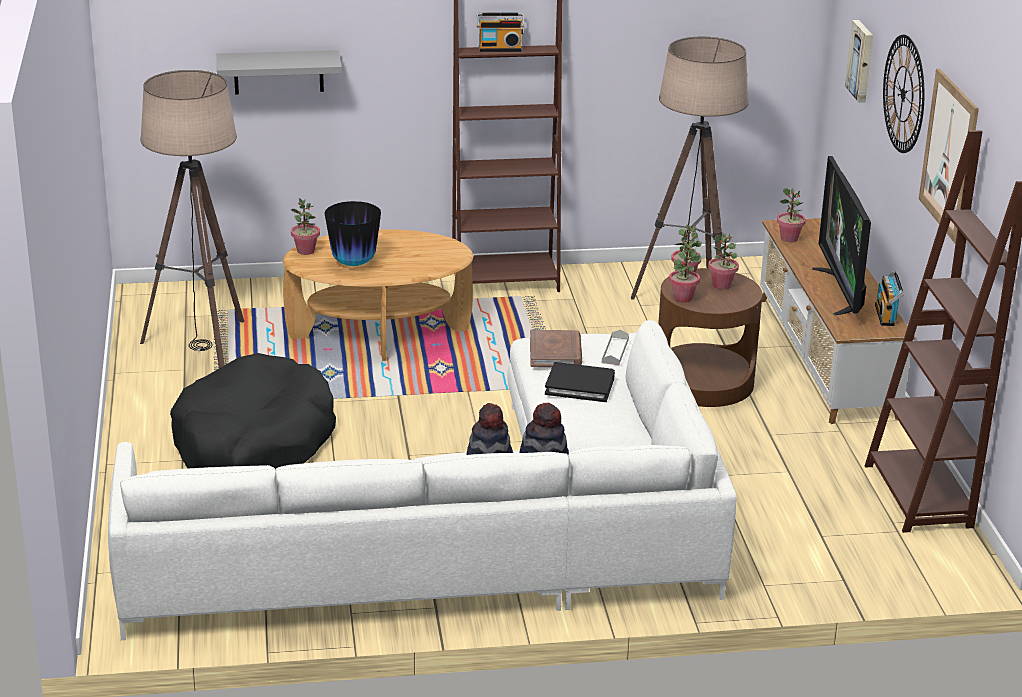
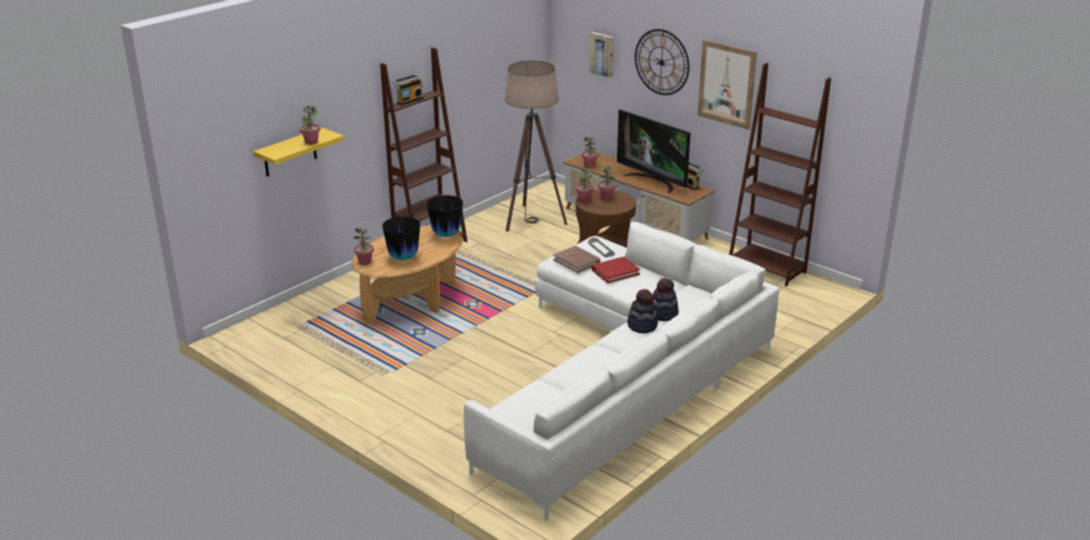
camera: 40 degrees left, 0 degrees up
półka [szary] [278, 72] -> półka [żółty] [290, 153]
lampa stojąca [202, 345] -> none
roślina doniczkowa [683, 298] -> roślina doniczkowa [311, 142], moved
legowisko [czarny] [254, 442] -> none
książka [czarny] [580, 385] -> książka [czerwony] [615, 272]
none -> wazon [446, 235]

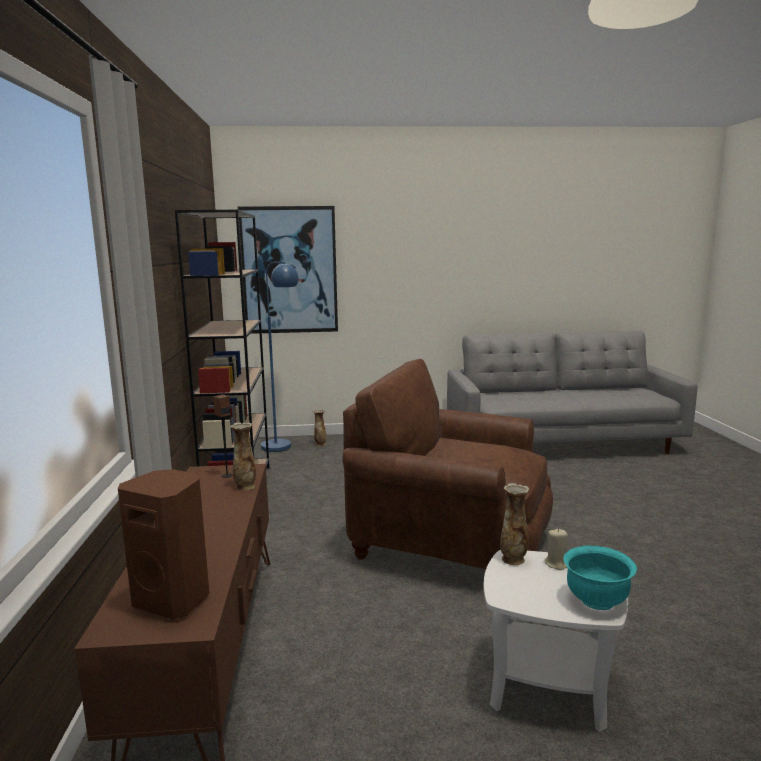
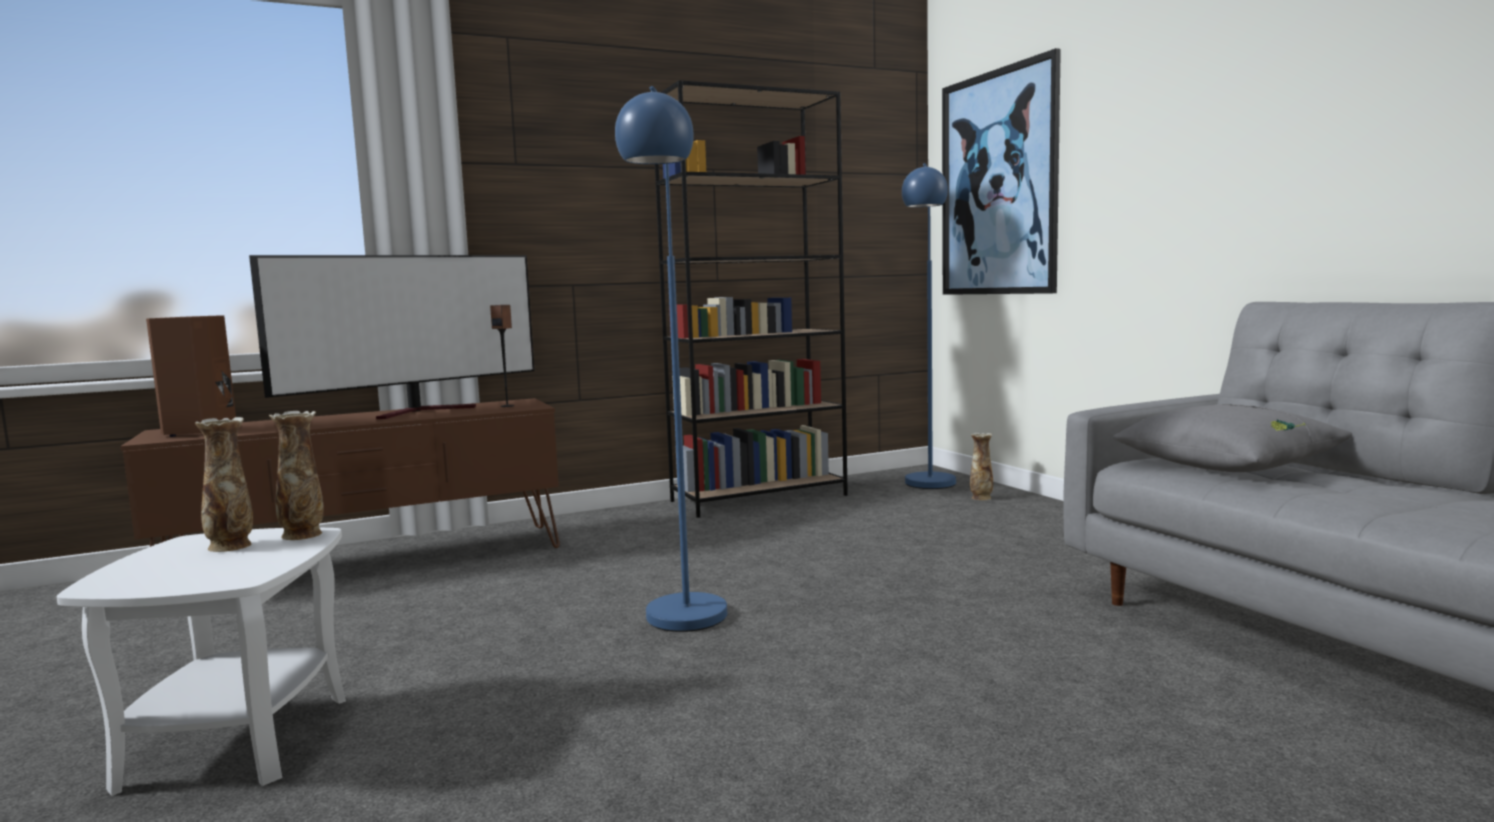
camera: 70 degrees right, 5 degrees down
fotel [brązowy] [452, 541] -> lampa stojąca [niebieski] [684, 626]
wazon [245, 486] -> wazon [231, 546], moved
świeca [beżowy] [556, 564] -> none
miska [turkusowy] [596, 600] -> none
none -> telewizor [424, 411]
none -> poduszka [szary] [1227, 467]

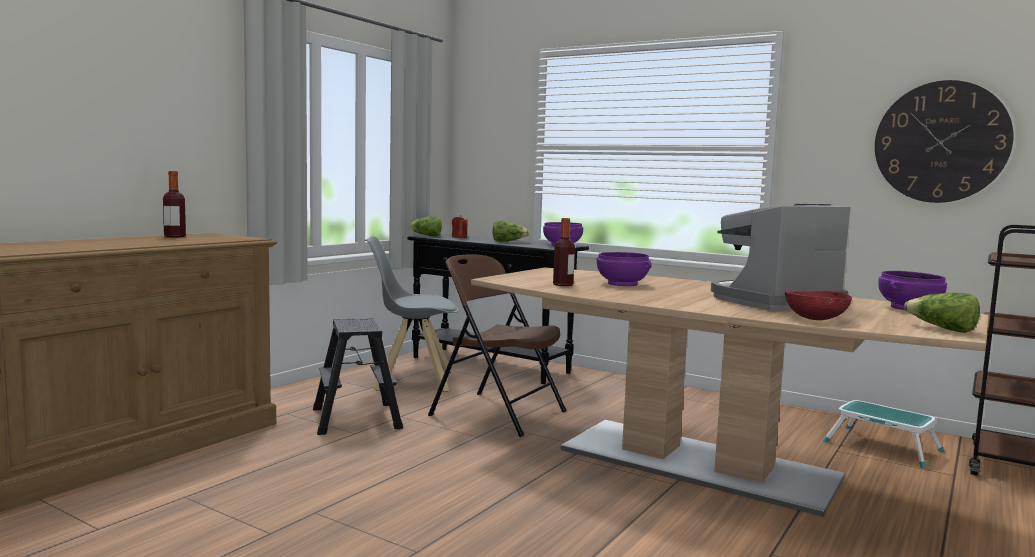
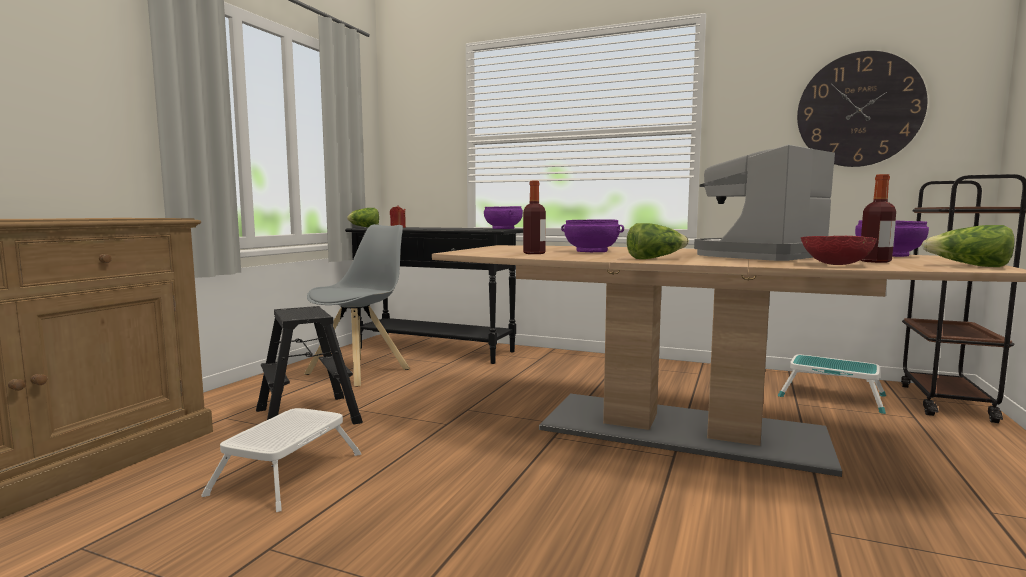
camera: 10 degrees left, 0 degrees up
butelka [174, 236] -> butelka [875, 261], moved
sałata [508, 242] -> sałata [654, 258], moved
krzesło [szary] [411, 380] -> krzesło [szary] [360, 370], 135 degrees clockwise
krzesło [brązowy] [498, 413] -> none
none -> drabinka [biały] [288, 473]

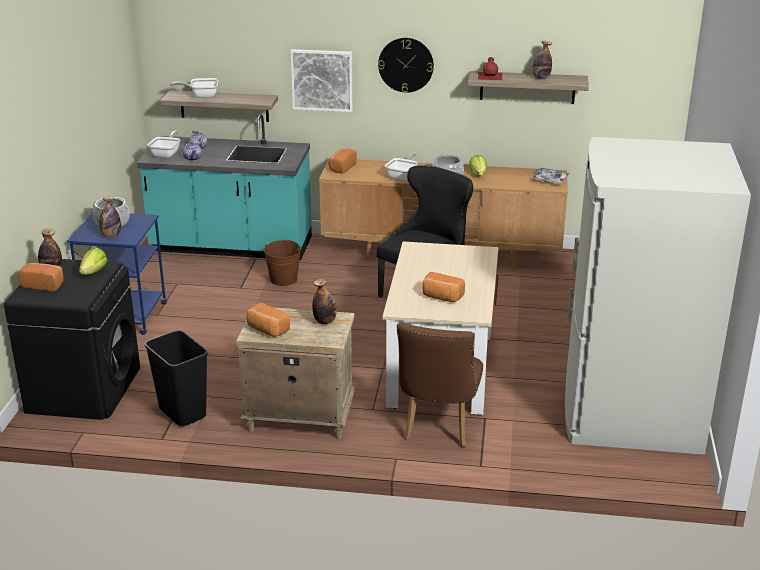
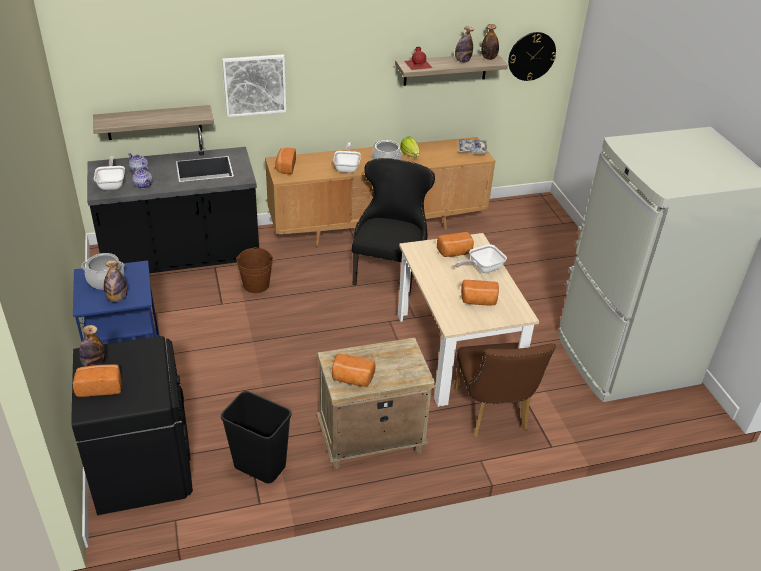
camera: 25 degrees left, 10 degrees up
zegar ścienny [406, 65] -> zegar ścienny [531, 56], moved
patelnia [201, 96] -> patelnia [482, 268], moved
zabudowa kuchenna [turkusowy] [231, 246] -> zabudowa kuchenna [czarny] [182, 257]
sałata [94, 272] -> none
butelka [325, 321] -> butelka [489, 58], moved
none -> chleb [455, 252]

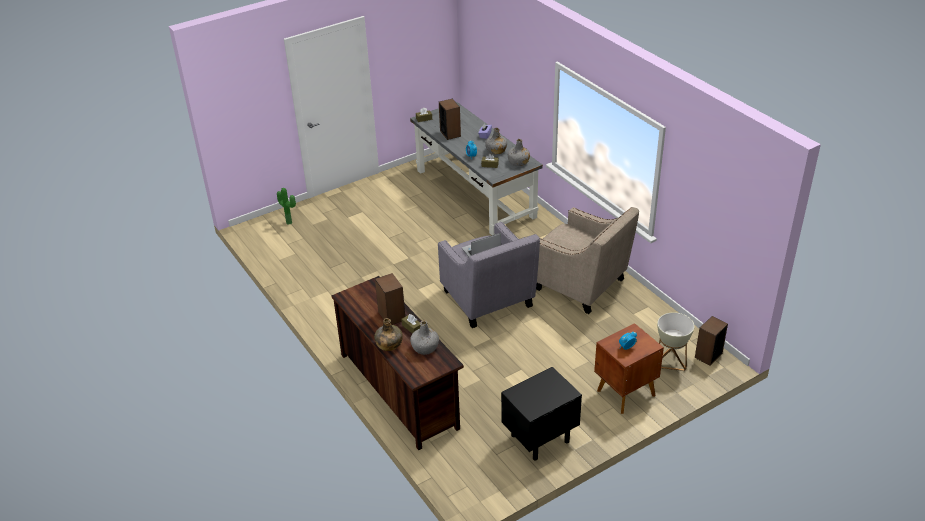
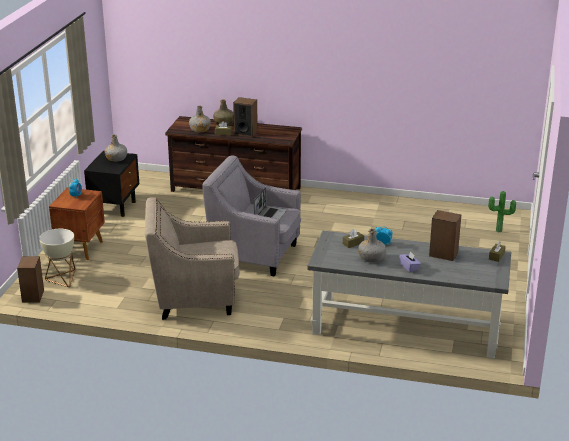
camera: 135 degrees right, 10 degrees down
butelka [szary] [518, 162] -> butelka [szary] [116, 158], moved

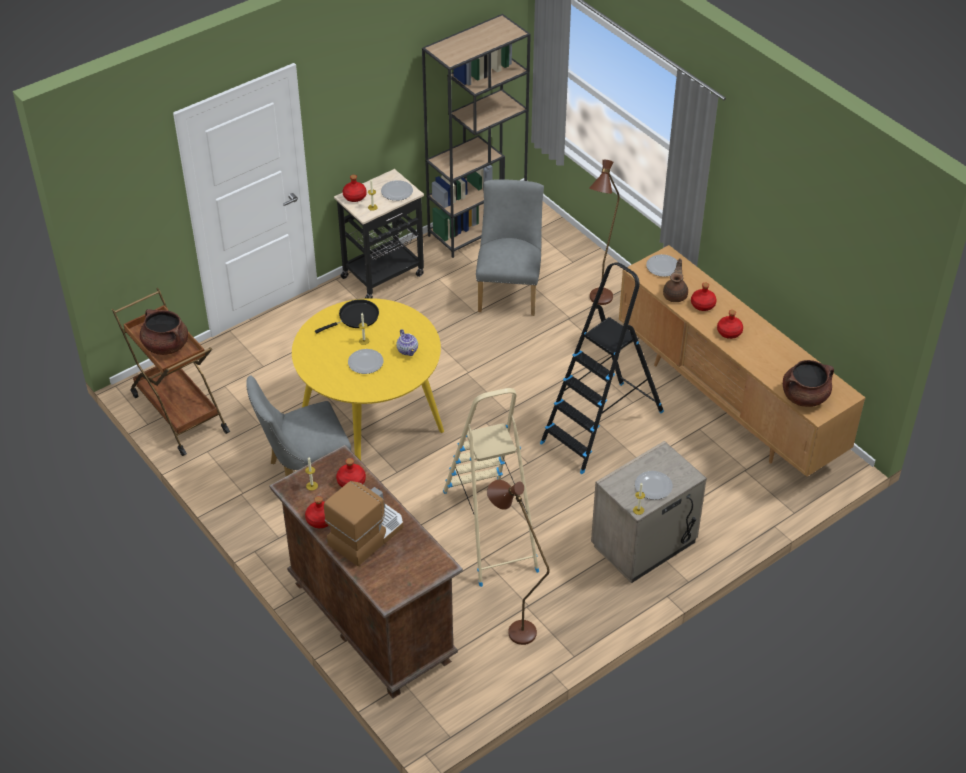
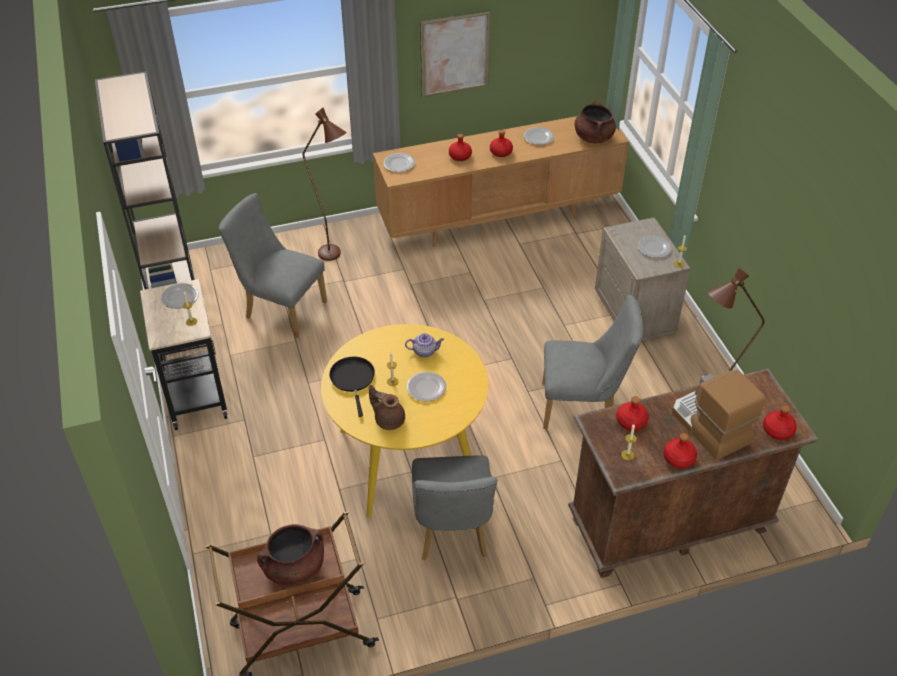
camera: 70 degrees left, 0 degrees up
butelka [czerwony] [355, 196] -> butelka [czerwony] [777, 430], moved
imbryk [brązowy] [675, 295] -> imbryk [brązowy] [388, 419], moved
drabinka [czarny] [602, 427] -> none
drabinka [beżowy] [489, 529] -> krzesło [szary] [583, 407]
none -> obraz [455, 54]
none -> talerz [539, 137]

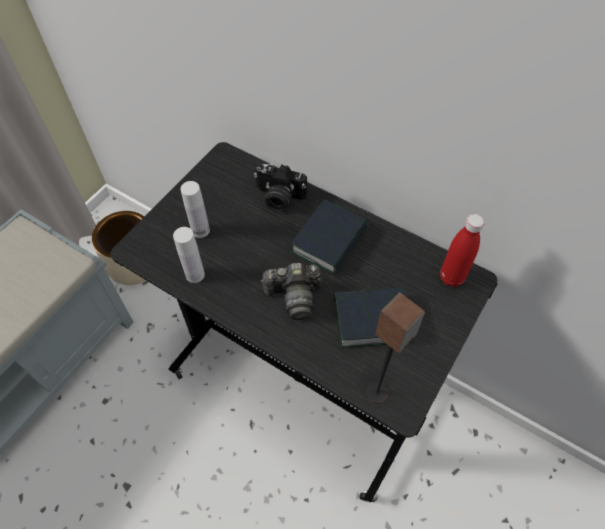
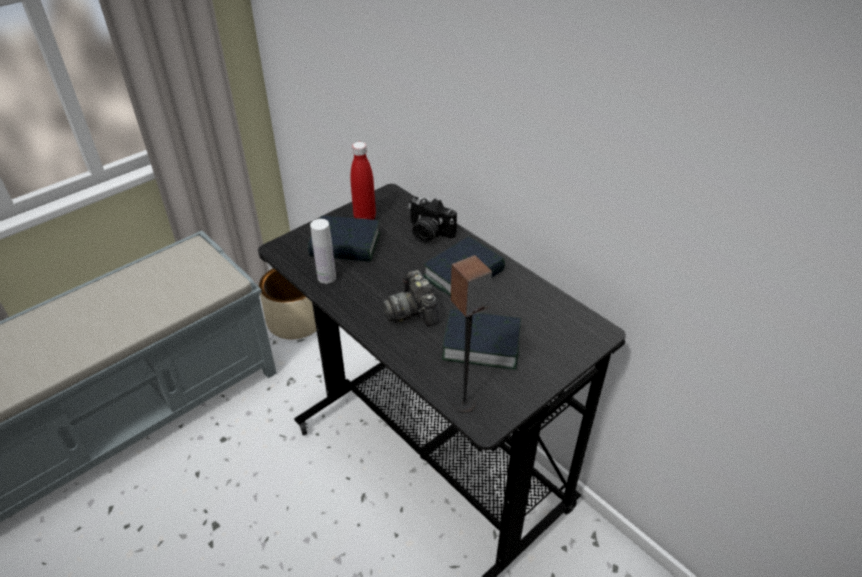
camera: 15 degrees right, 15 degrees down
butelka [biały] [200, 230] -> książka [345, 245]
butelka [czerwony] [451, 277] -> butelka [czerwony] [365, 218], moved
aparat fotograficzny [294, 296] -> aparat fotograficzny [412, 311], 60 degrees clockwise

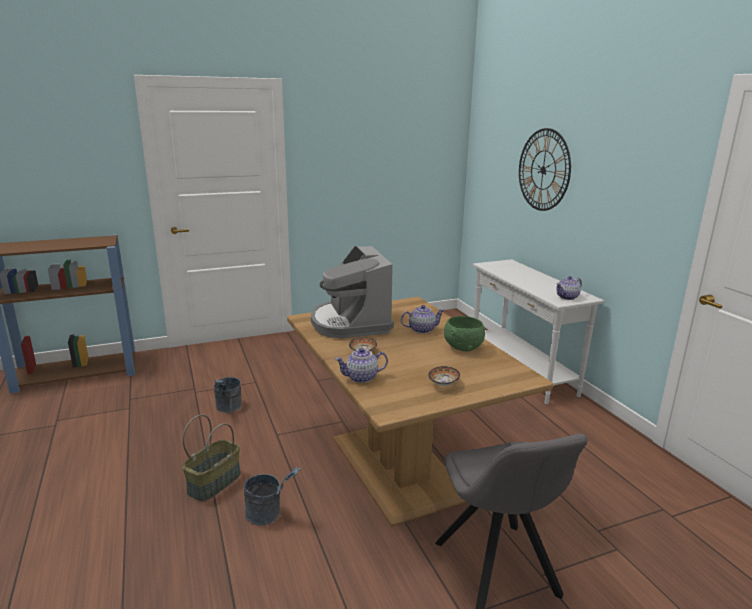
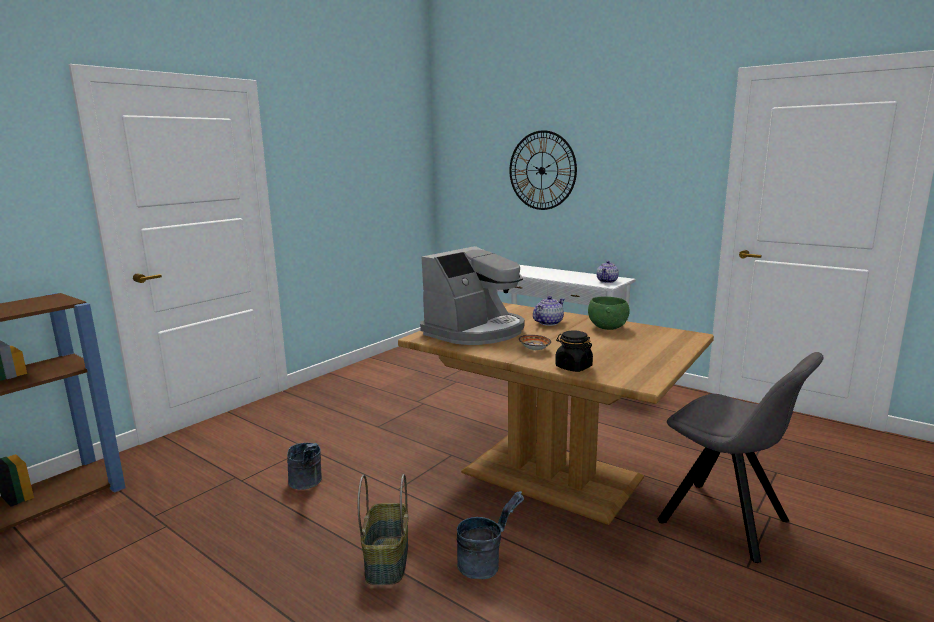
camera: 30 degrees left, 5 degrees down
ekspres do kawy [350, 323] -> ekspres do kawy [475, 331], 90 degrees counterclockwise
imbryk [362, 377] -> słoik [czarny] [573, 367]
miska [444, 383] -> none

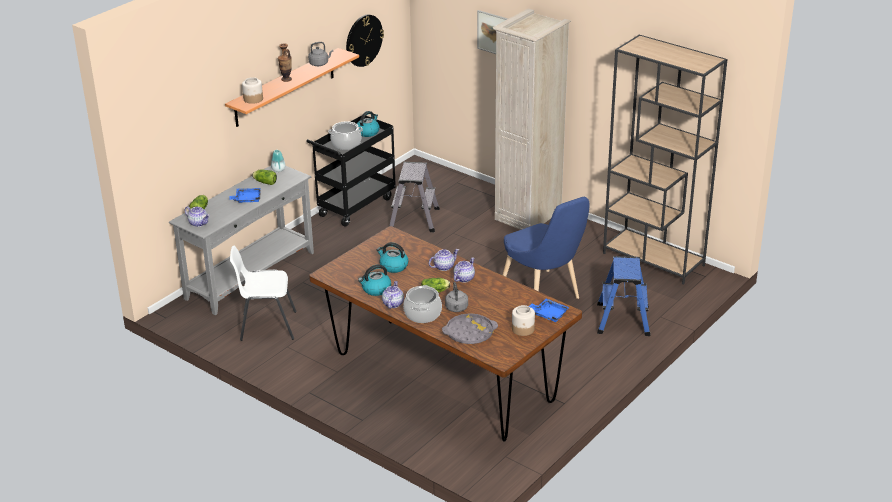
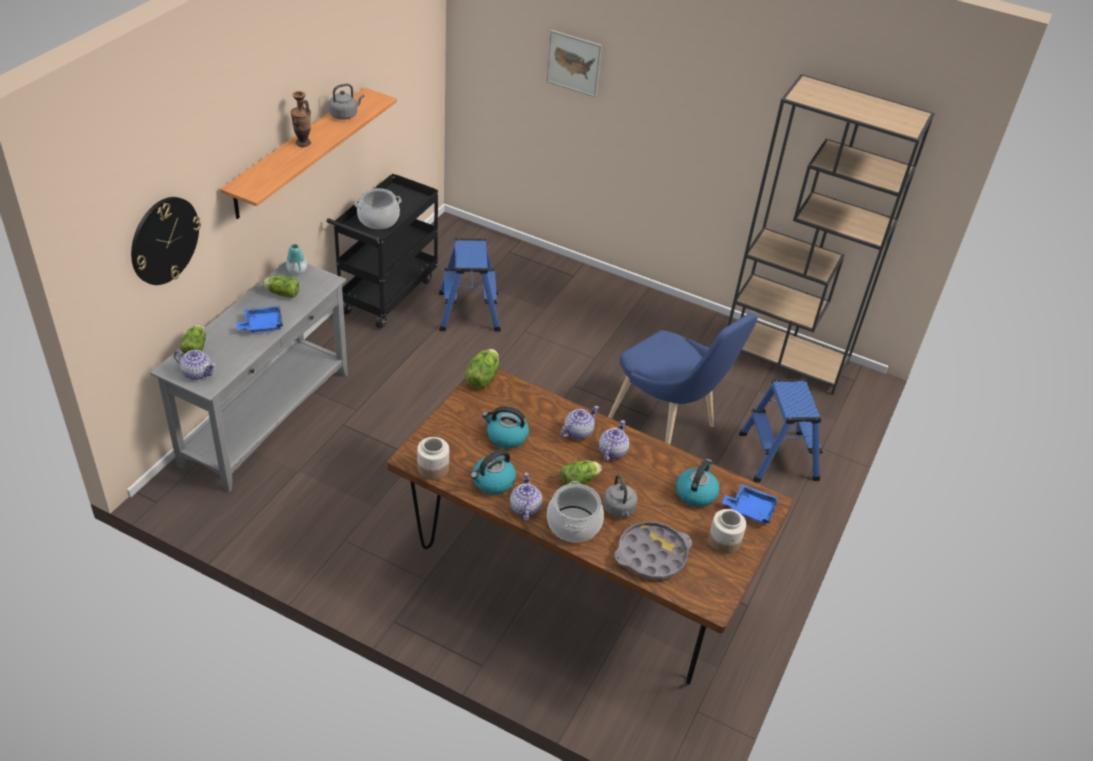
camera: 15 degrees left, 10 degrees up
szafka [beżowy] [528, 216] -> none
zegar ścienny [363, 40] -> zegar ścienny [164, 240], moved
słoik [253, 99] -> słoik [432, 468], moved
czajnik [368, 132] -> czajnik [696, 493], moved
drabinka [szary] [414, 219] -> drabinka [niebieski] [469, 311]
krzesło [biały] [266, 326] -> none
none -> sałata [482, 378]

